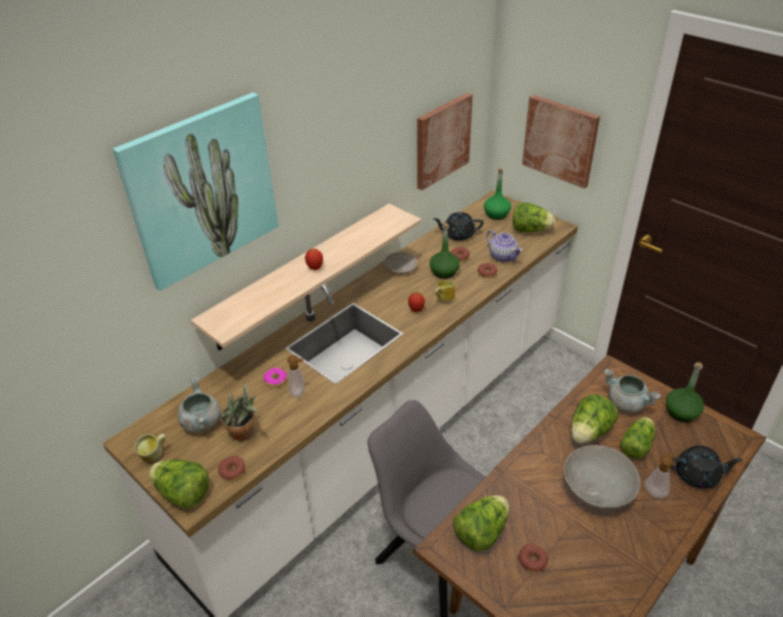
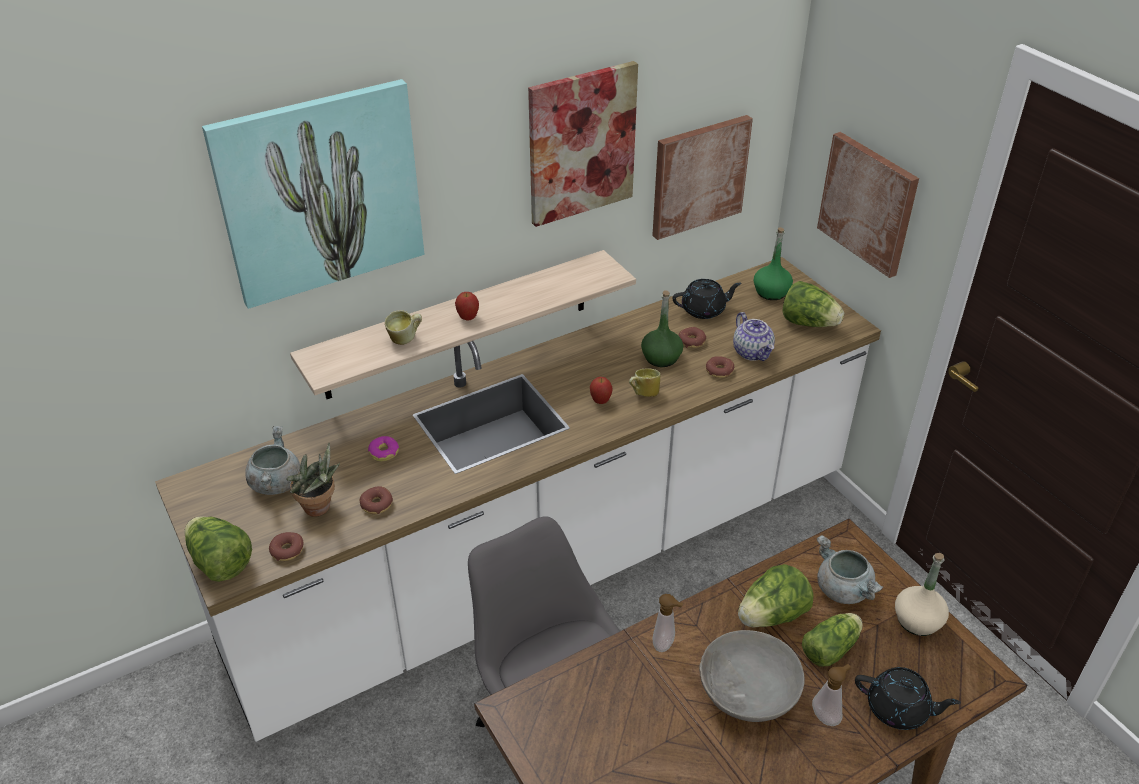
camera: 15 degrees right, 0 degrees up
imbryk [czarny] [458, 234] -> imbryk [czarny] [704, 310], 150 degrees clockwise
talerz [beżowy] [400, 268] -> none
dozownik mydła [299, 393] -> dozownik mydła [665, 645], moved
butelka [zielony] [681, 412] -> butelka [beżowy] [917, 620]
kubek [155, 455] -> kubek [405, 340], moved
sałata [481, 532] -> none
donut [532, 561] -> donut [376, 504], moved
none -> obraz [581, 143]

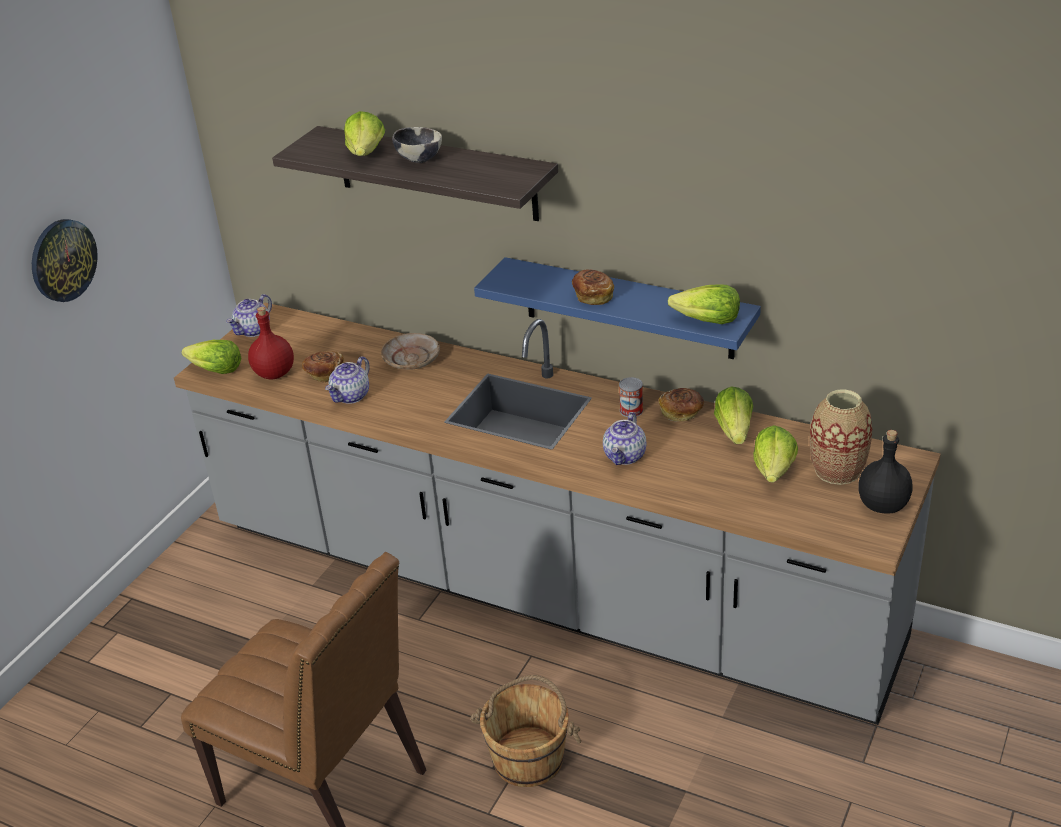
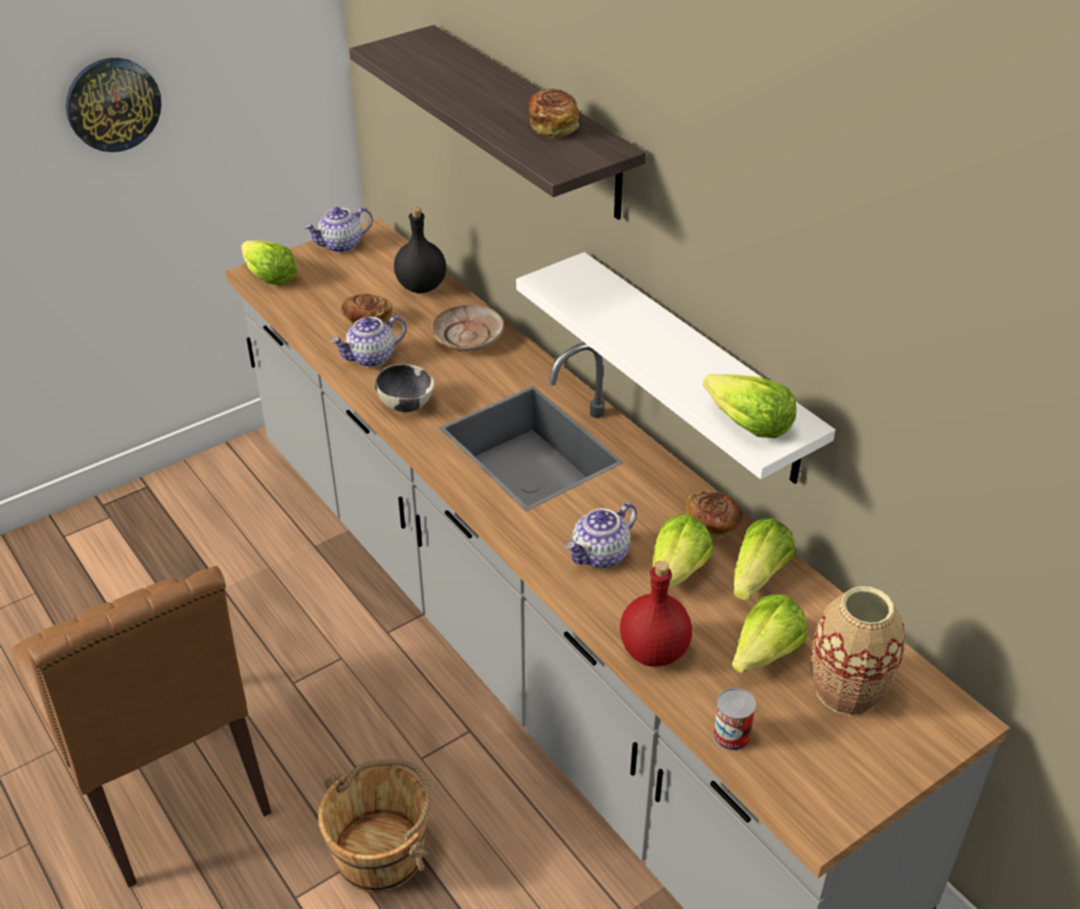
camera: 25 degrees right, 5 degrees up
sałata [366, 153] -> sałata [678, 571], moved
miska [419, 159] -> miska [406, 404], moved
półka [niebieski] [628, 308] -> półka [biały] [695, 368]
chleb [593, 296] -> chleb [553, 126], moved
butelka [czerwony] [275, 373] -> butelka [czerwony] [655, 651], moved
puszka [631, 410] -> puszka [731, 735], moved
butelka [czarny] [883, 506] -> butelka [czarny] [421, 287], moved

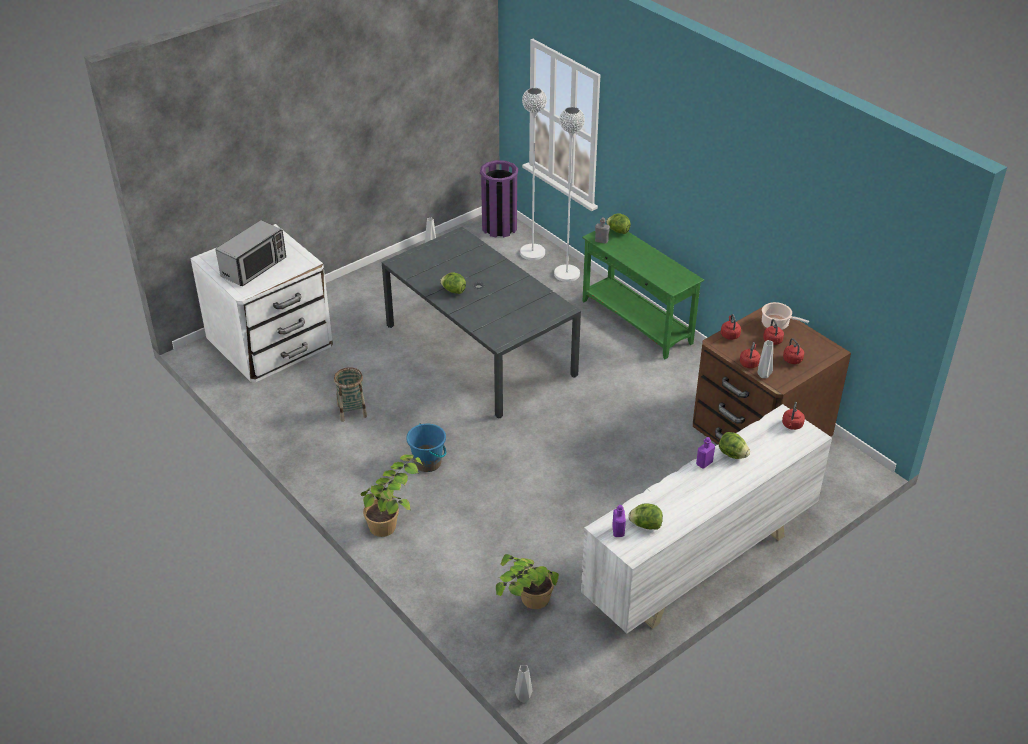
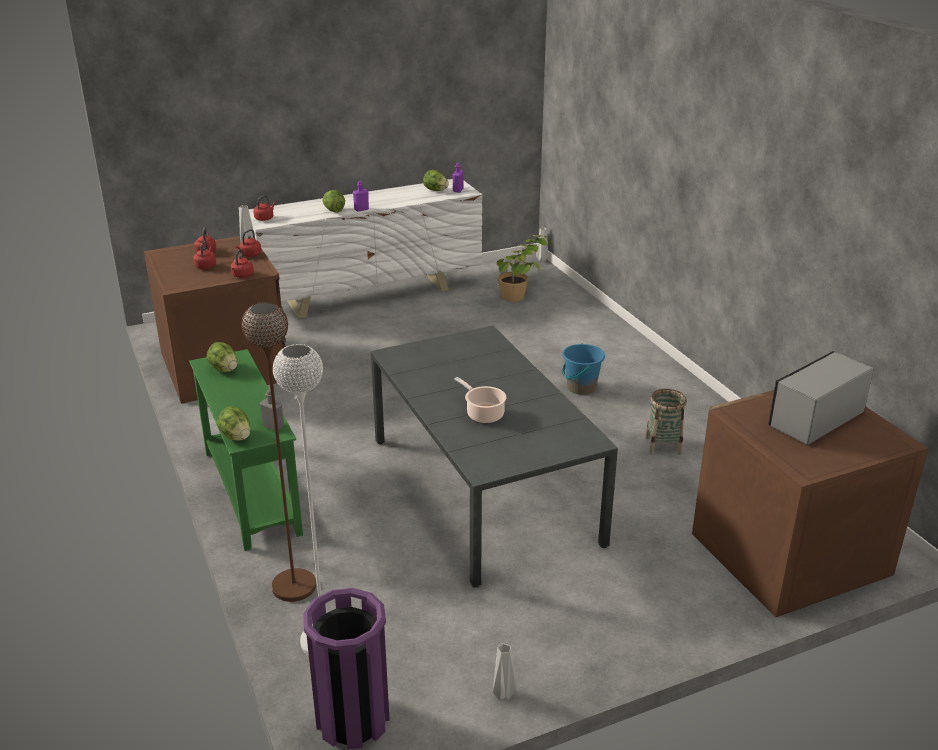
camera: 165 degrees left, 10 degrees down
lampa stojąca [biały] [567, 274] -> lampa stojąca [brązowy] [293, 586]
komoda [biały] [271, 342] -> komoda [brązowy] [785, 551]
sałata [453, 291] -> sałata [224, 369], moved
garnek [777, 324] -> garnek [483, 414], moved
roślina doniczkowa [394, 520] -> none

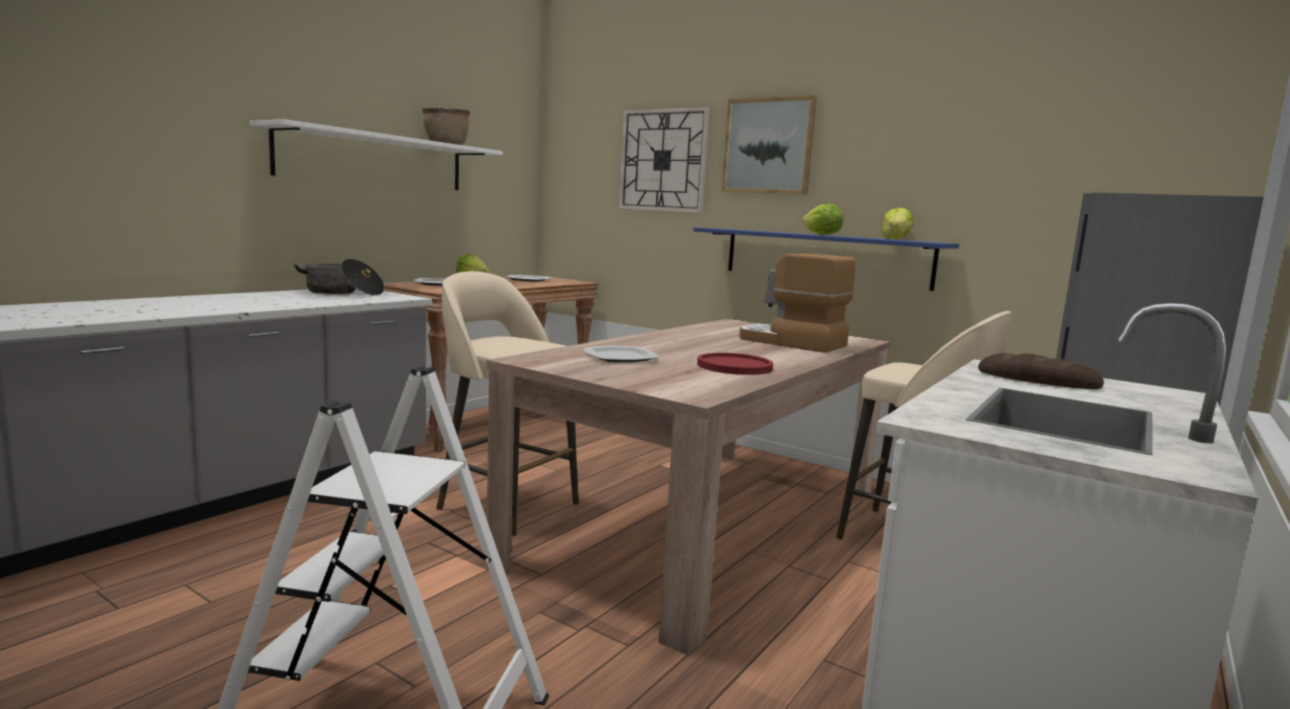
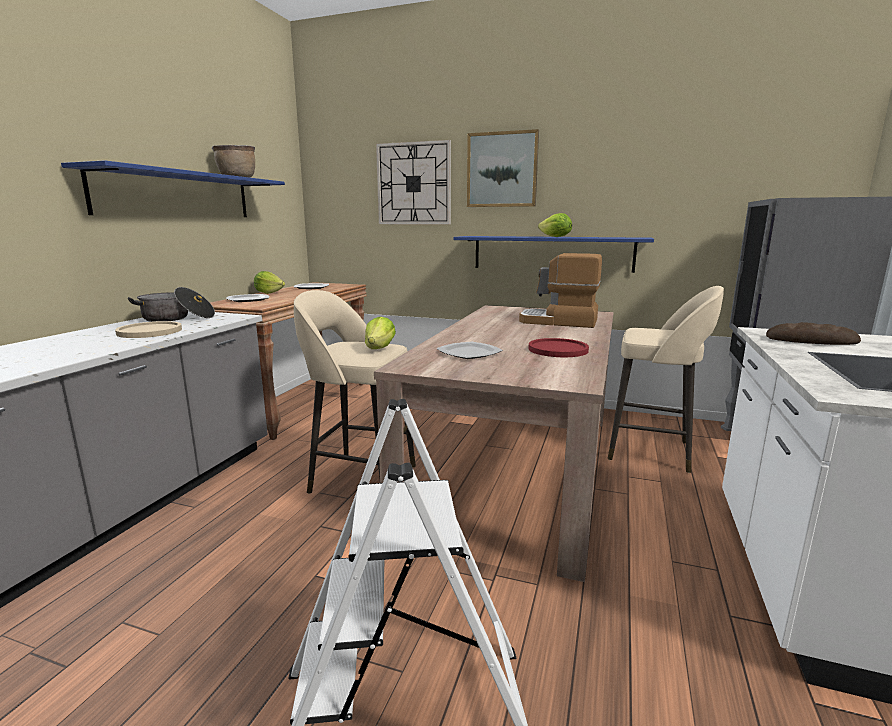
camera: 15 degrees left, 5 degrees up
półka [biały] [374, 161] -> półka [niebieski] [177, 195]
sałata [895, 239] -> sałata [380, 348], moved
none -> talerz [beżowy] [149, 331]

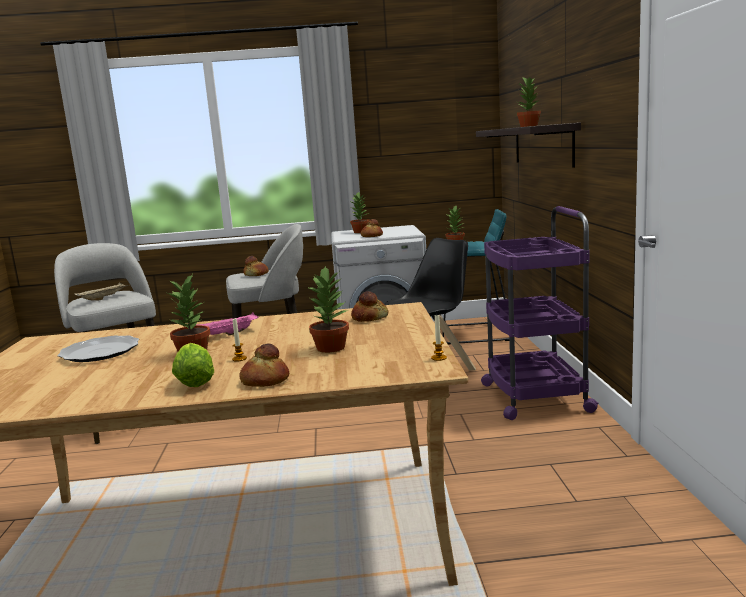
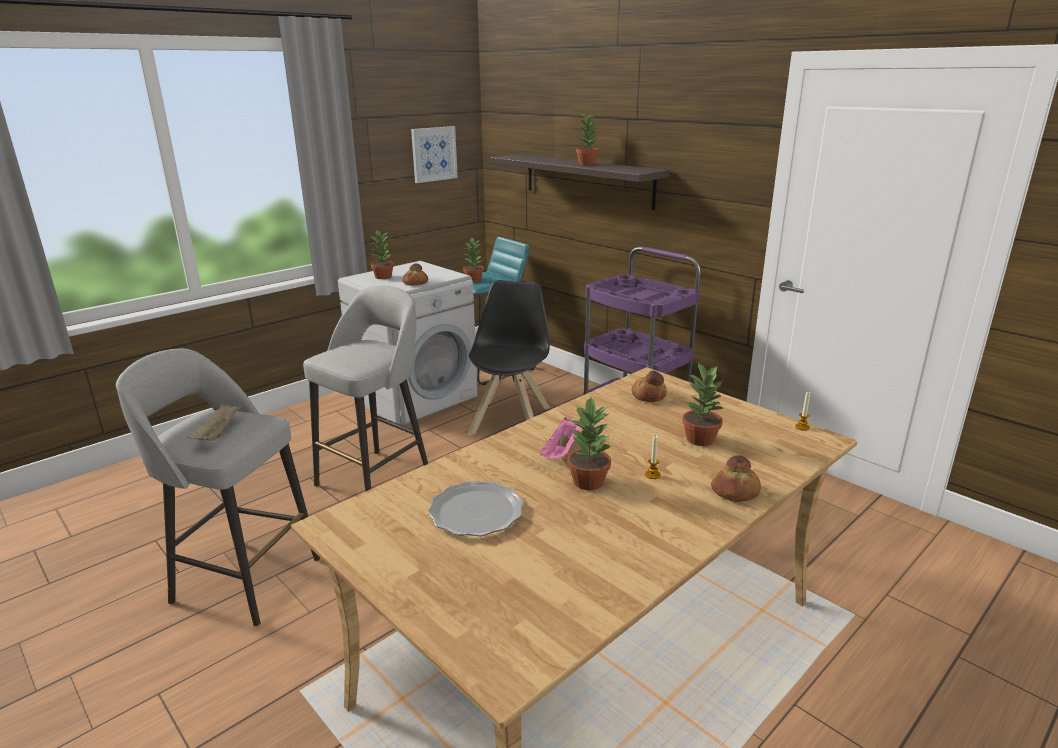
camera: 40 degrees left, 10 degrees up
chleb [256, 274] -> none
sałata [195, 381] -> none
none -> obraz [434, 154]

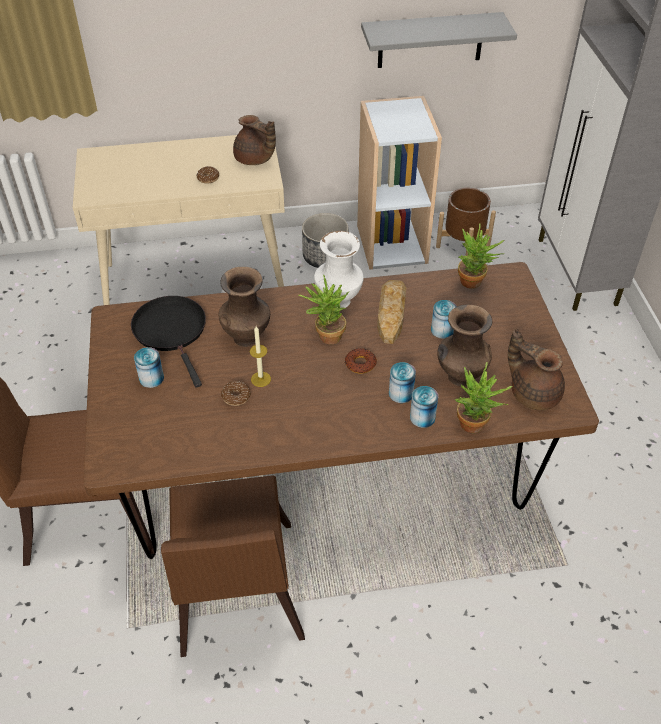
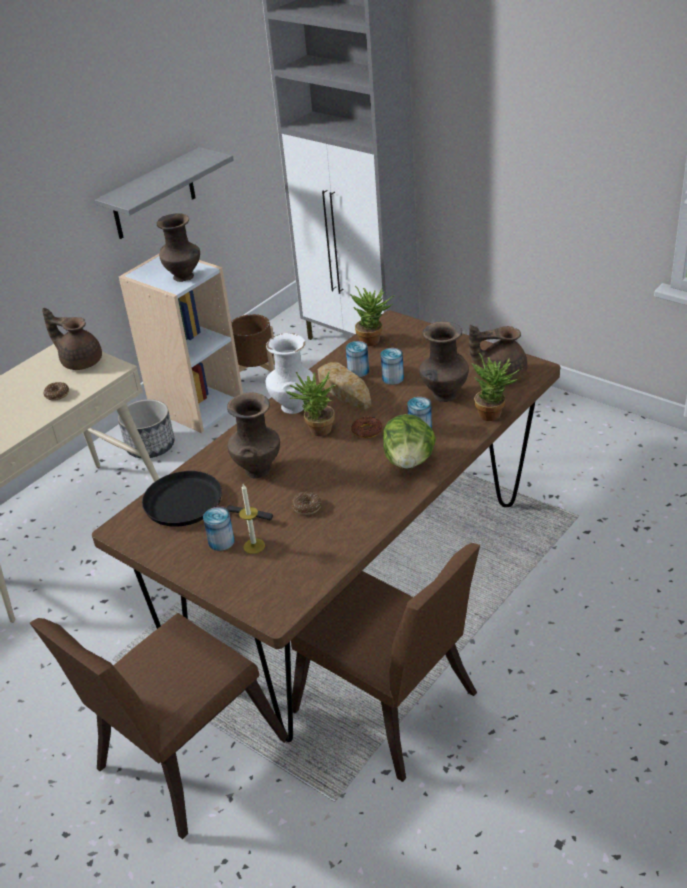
camera: 40 degrees left, 10 degrees down
imbryk [brązowy] [255, 159] -> imbryk [brązowy] [80, 361], 150 degrees counterclockwise
świeca [261, 379] -> świeca [254, 546], moved
puszka [422, 417] -> puszka [358, 371], moved
none -> wazon [brązowy] [184, 277]
none -> sałata [409, 461]

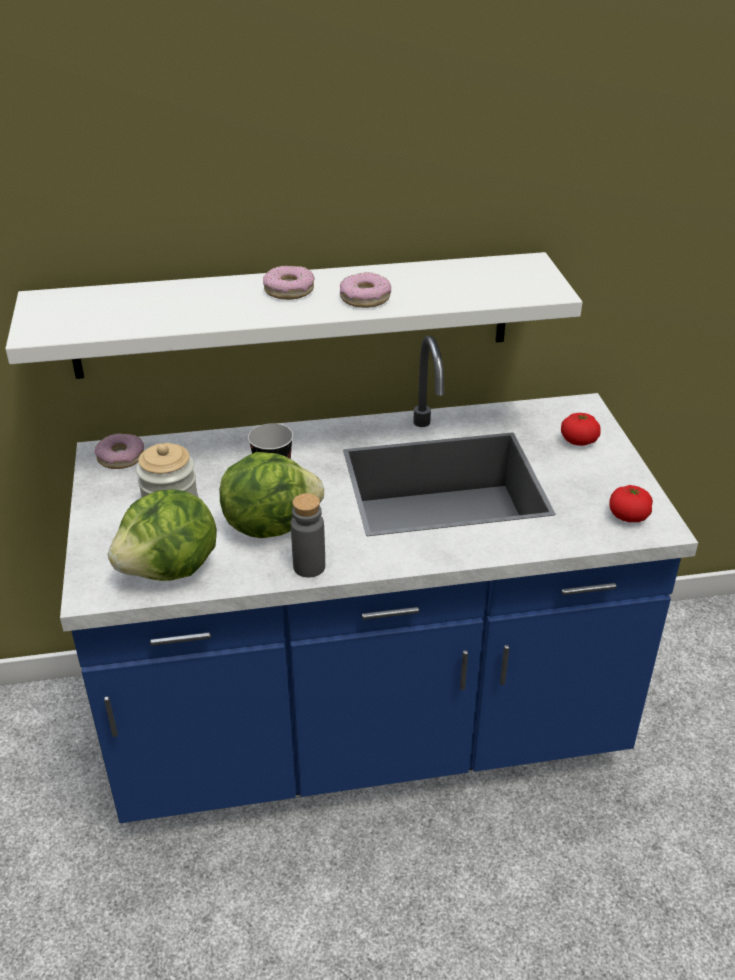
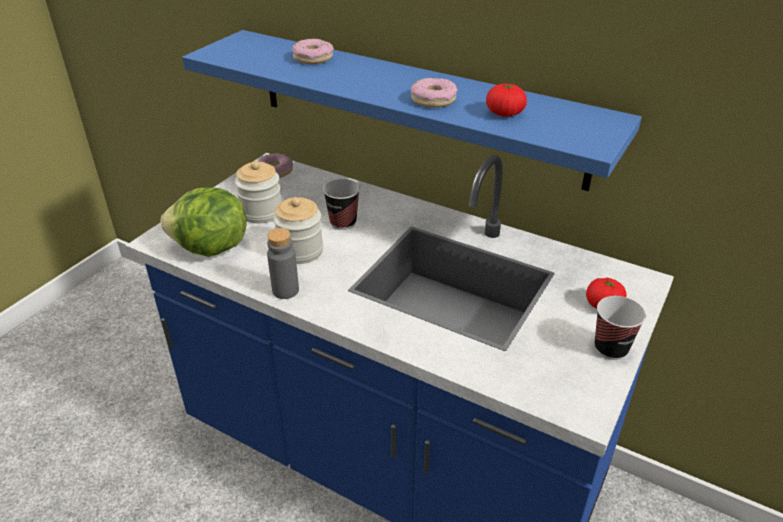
camera: 40 degrees right, 0 degrees up
półka [biały] [293, 315] -> półka [niebieski] [415, 106]
donut [289, 290] -> donut [313, 58], moved
sałata [270, 524] -> słoik [300, 251]
pomidor [628, 516] -> pomidor [504, 113], moved
none -> filiżanka [611, 348]

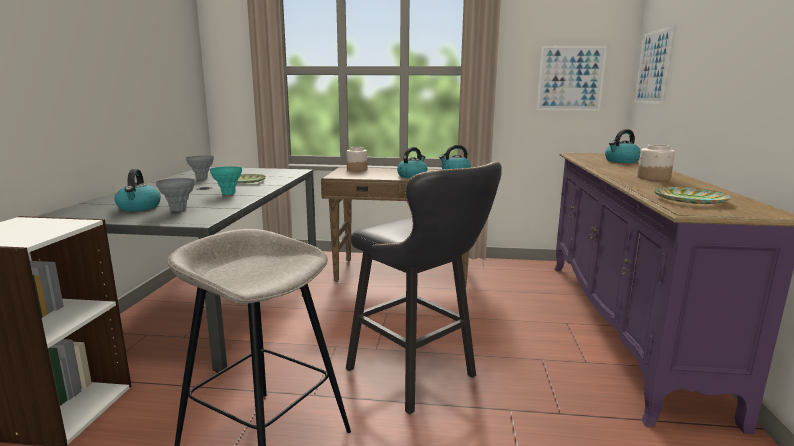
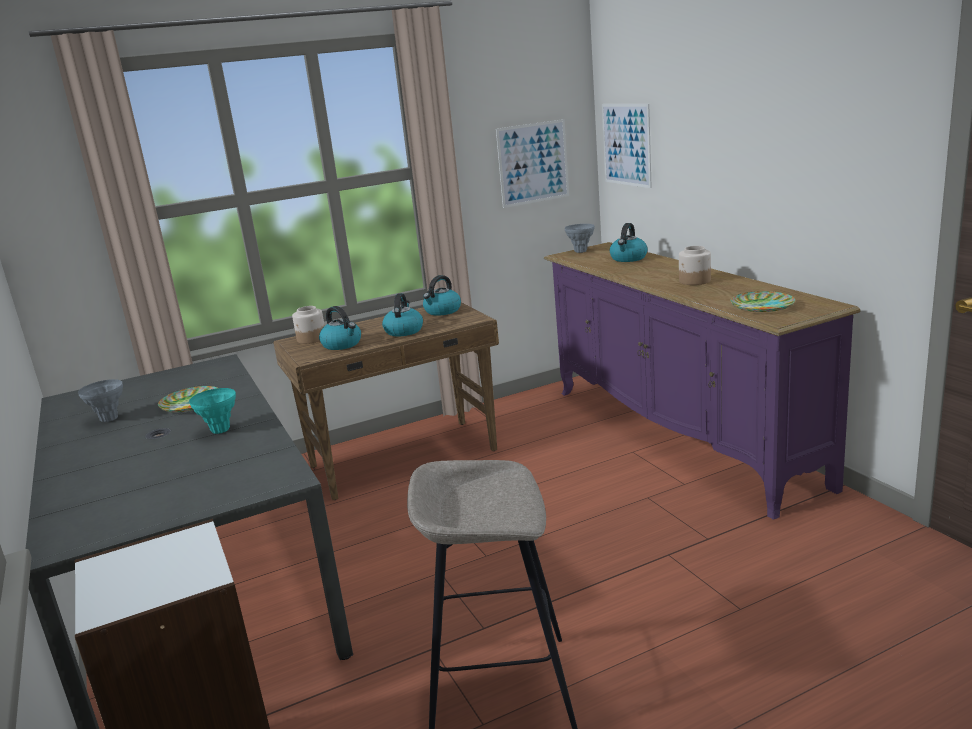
camera: 30 degrees left, 5 degrees up
stołek [czarny] [420, 379] -> none
czajnik [139, 207] -> czajnik [342, 344], moved
wazon [szary] [178, 210] -> wazon [szary] [580, 251], moved

